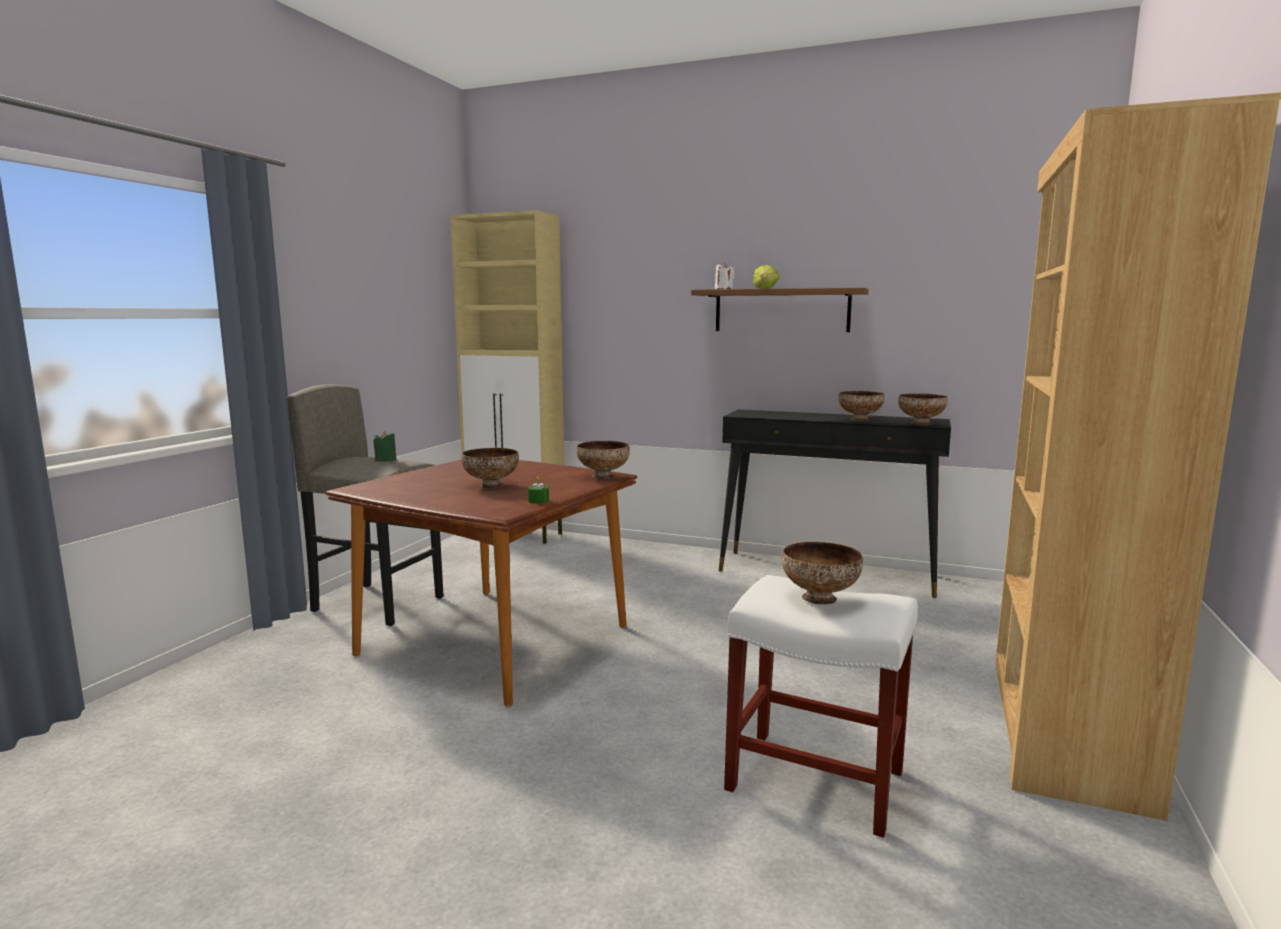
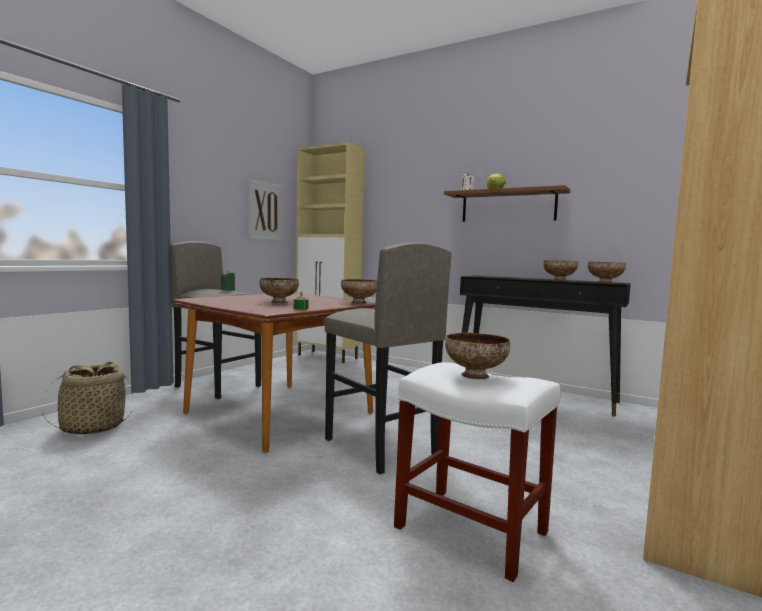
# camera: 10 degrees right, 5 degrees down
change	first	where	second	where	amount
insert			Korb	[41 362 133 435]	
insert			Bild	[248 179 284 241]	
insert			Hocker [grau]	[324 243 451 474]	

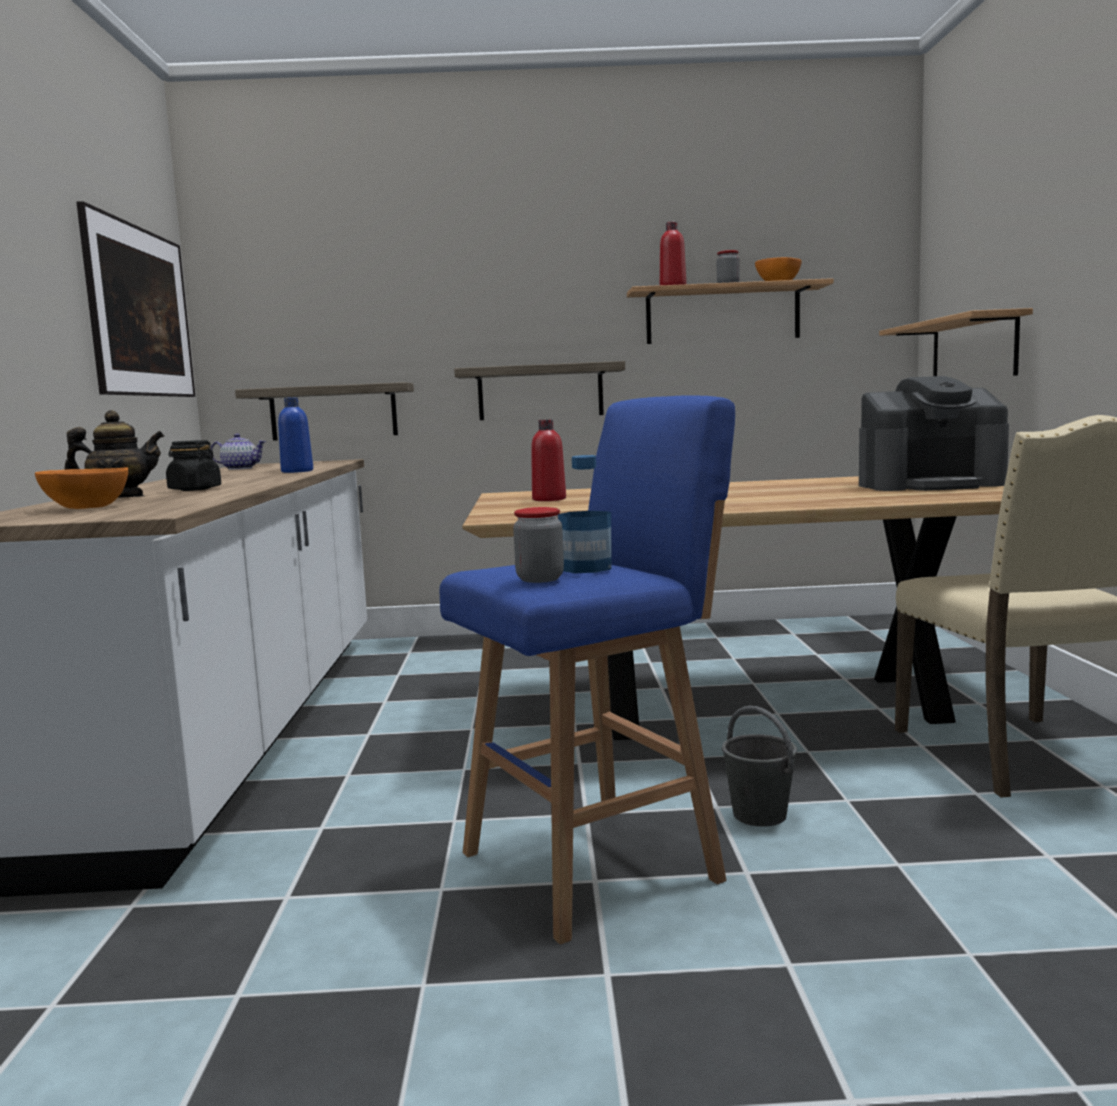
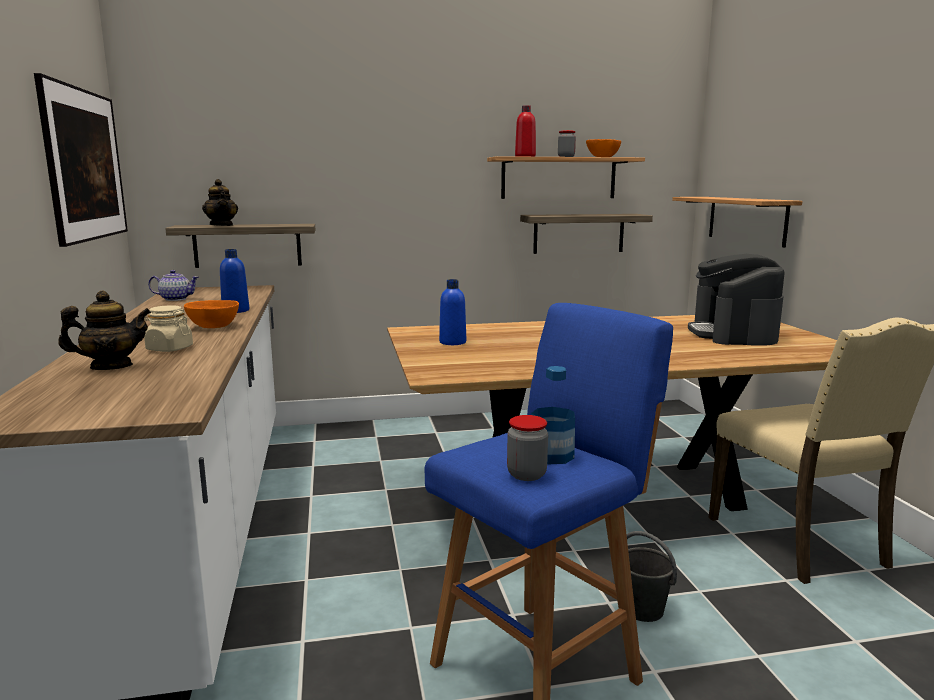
# camera: 10 degrees left, 5 degrees up
change	first	where	second	where	amount
move	Schüssel [orange]	[35 467 128 509]		[184 300 239 328]	
recolor	Vorratsglas [schwarz]	[166 440 221 491]	Vorratsglas [beige]	[144 305 193 352]	
move	Wandregal	[454 361 625 420]		[520 214 653 254]	
recolor	Flasche [rot]	[531 419 566 501]	Flasche [blau]	[439 279 466 345]	
rotate	Kaffeemaschine	[859 376 1009 491]		[688 254 785 346]	105 degrees clockwise
insert			Teekanne	[202 179 238 226]	

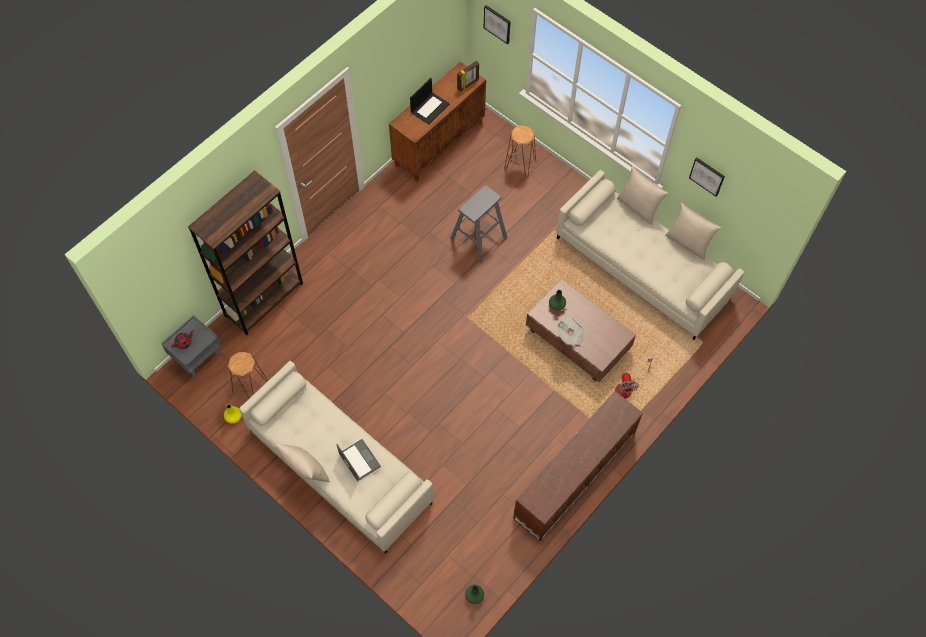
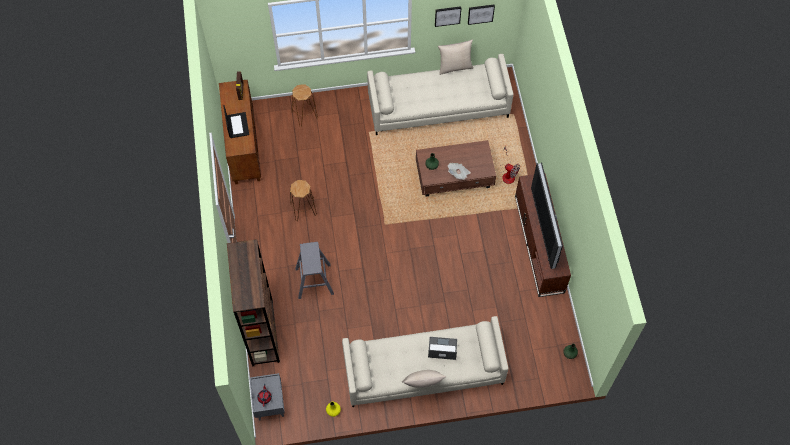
# camera: 50 degrees left, 0 degrees up
change	first	where	second	where	amount
move	Hocker [braun]	[228 352 268 399]		[290 180 317 221]	
move	Hocker [grau]	[450 185 507 263]		[295 242 334 299]	
move	Bild	[484 5 511 44]		[468 5 495 25]	
delete	Kissen [beige]	[617 166 668 225]			
insert			Fernseher	[531 162 563 269]	

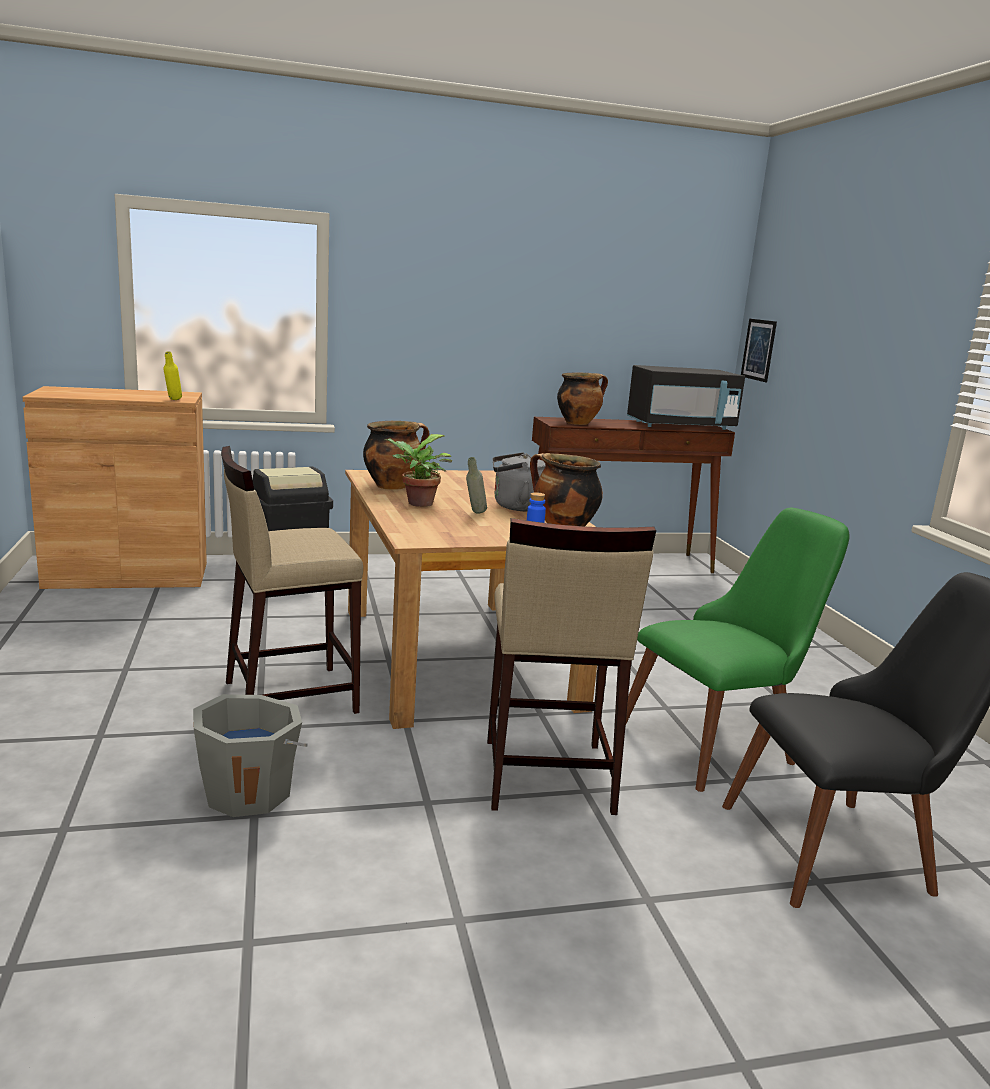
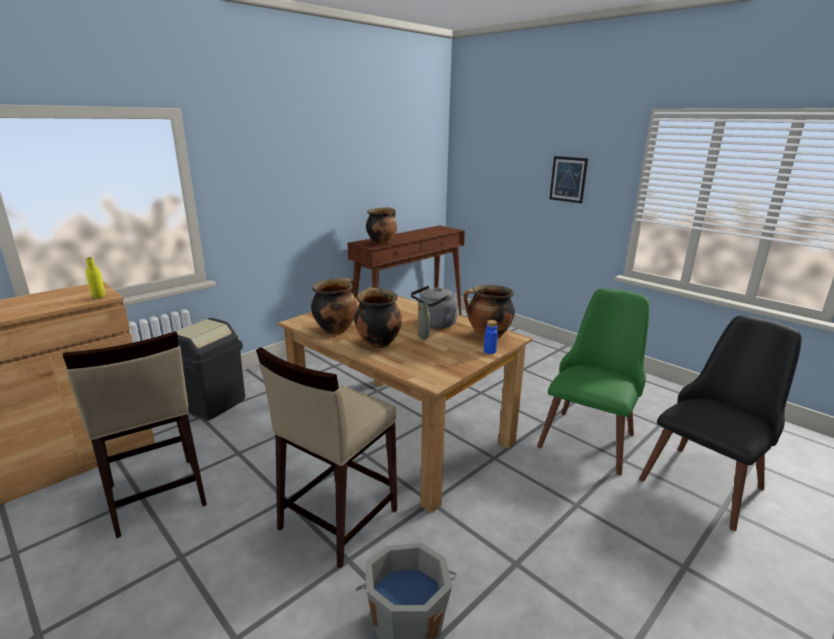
# camera: 30 degrees left, 5 degrees up
change	first	where	second	where	amount
replace	Topfpflanze	[384 434 452 507]	Kochtopf	[354 288 402 348]	
move	Hocker [beige]	[487 518 656 815]		[63 331 207 538]	
delete	Mikrowelle [schwarz]	[627 365 745 430]			
move	Bild	[741 319 777 382]		[549 156 588 204]	

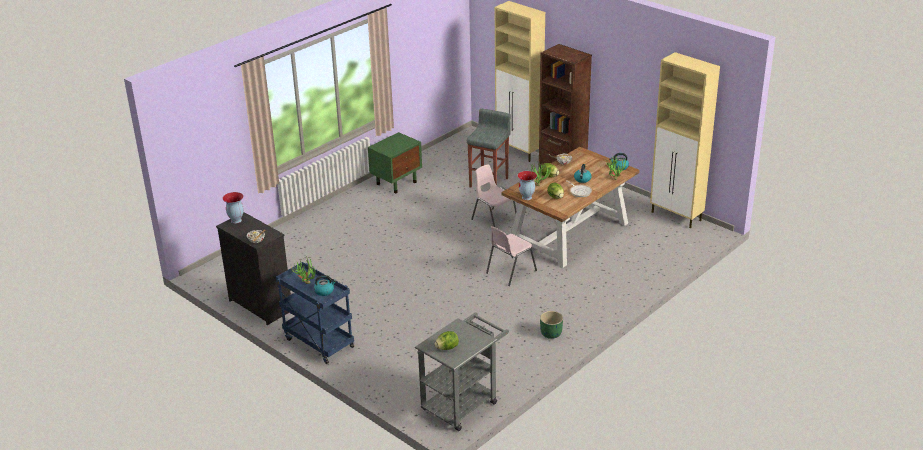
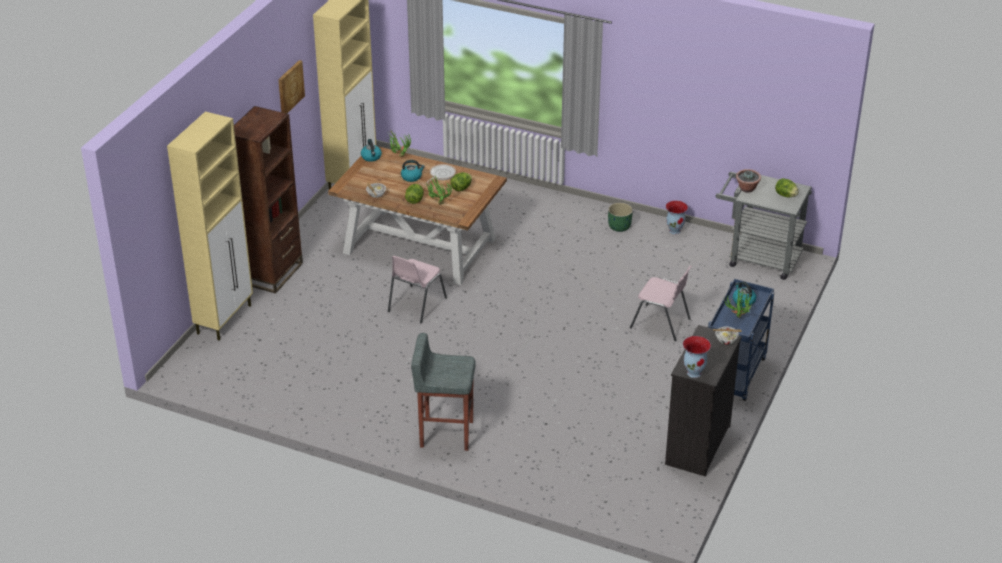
# camera: 110 degrees left, 5 degrees up
change	first	where	second	where	amount
delete	Nachttisch [grün]	[368 132 422 193]			
move	Hocker [grau]	[467 109 511 188]		[411 333 476 451]	
move	Stuhl [rosa]	[486 226 537 286]		[630 266 692 341]	
move	Vase	[517 171 537 200]		[666 201 688 234]	
insert			Bild	[278 60 305 114]	
insert			Topfpflanze	[736 169 761 193]	

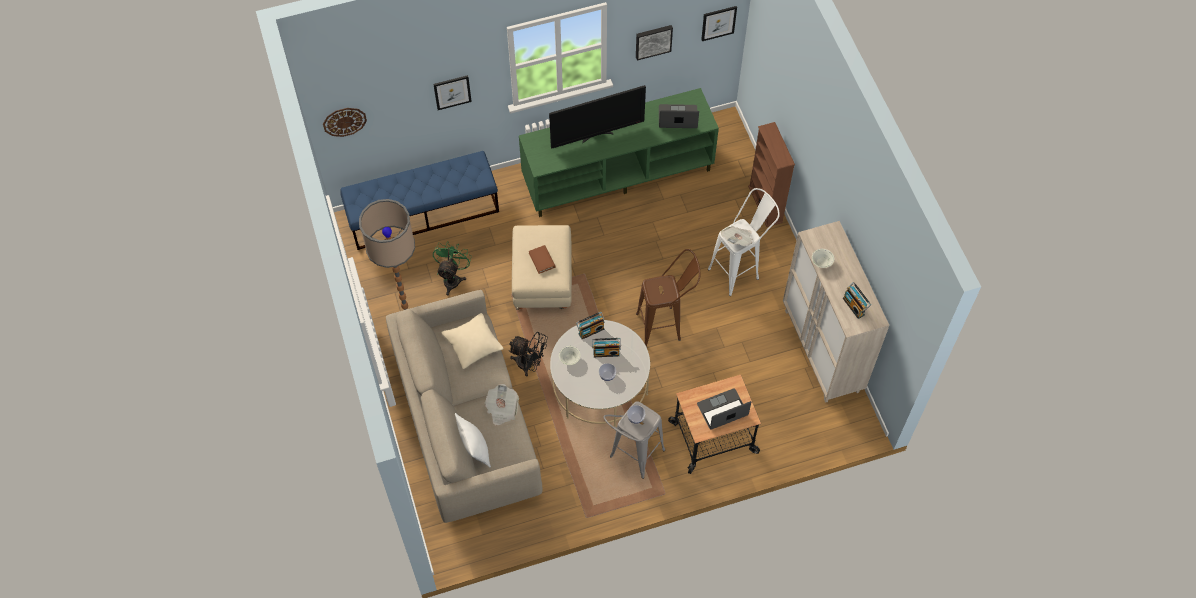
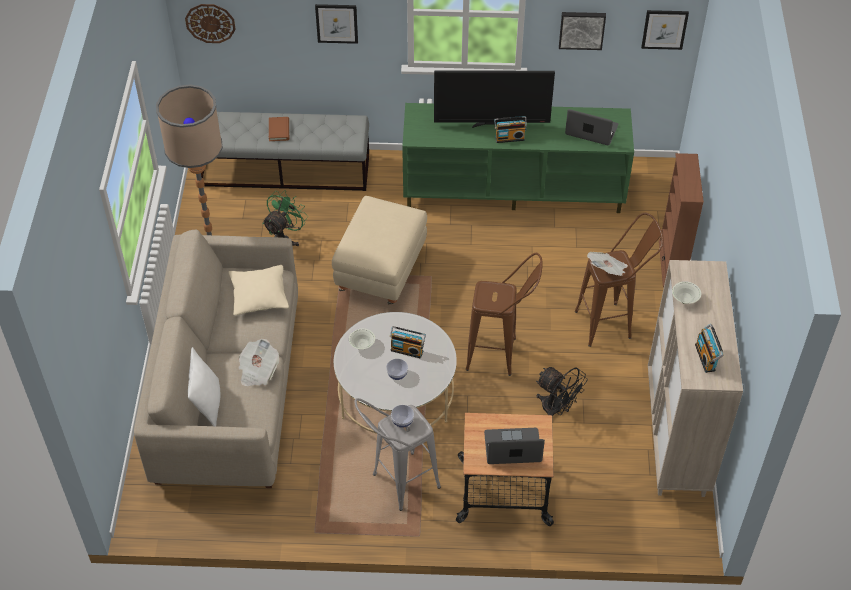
# camera: 20 degrees right, 10 degrees down
change	first	where	second	where	amount
recolor	Bank [blau]	[340 151 499 250]	Bank [grau]	[201 112 369 191]	
move	Ventilator [schwarz]	[509 332 548 377]		[536 367 588 416]	
move	Buch [braun]	[529 245 556 274]		[269 117 289 141]	
move	Radio	[576 312 605 339]		[494 116 527 143]	
recolor	Hocker [weiß]	[708 188 780 296]	Hocker [braun]	[575 213 664 347]	

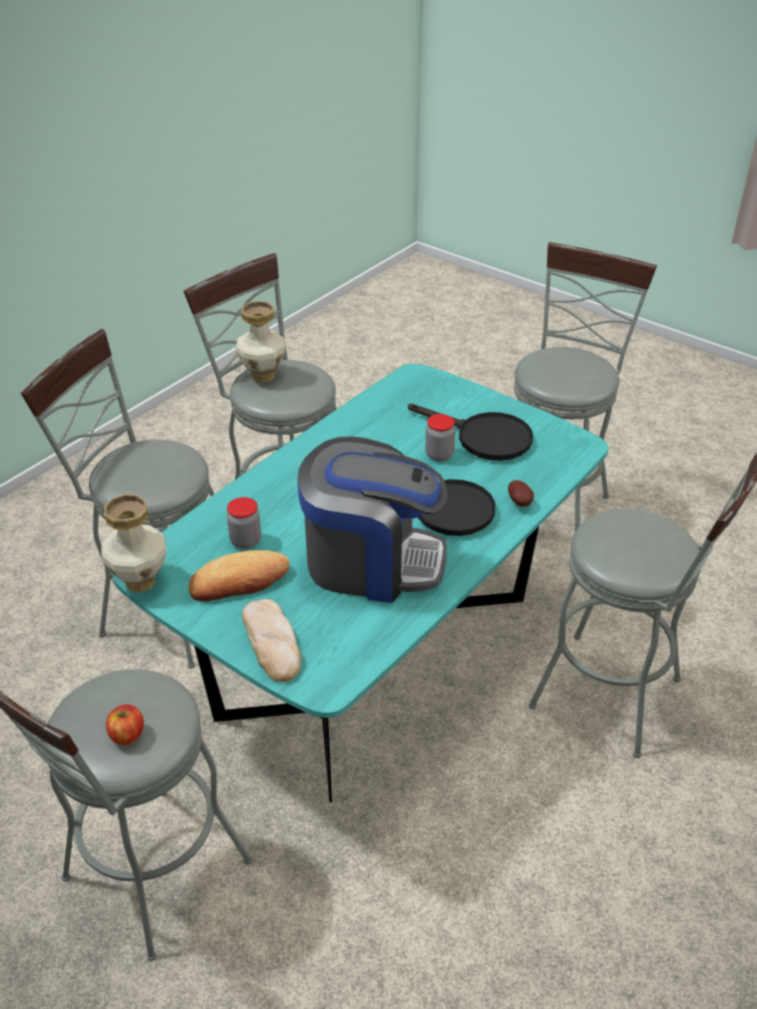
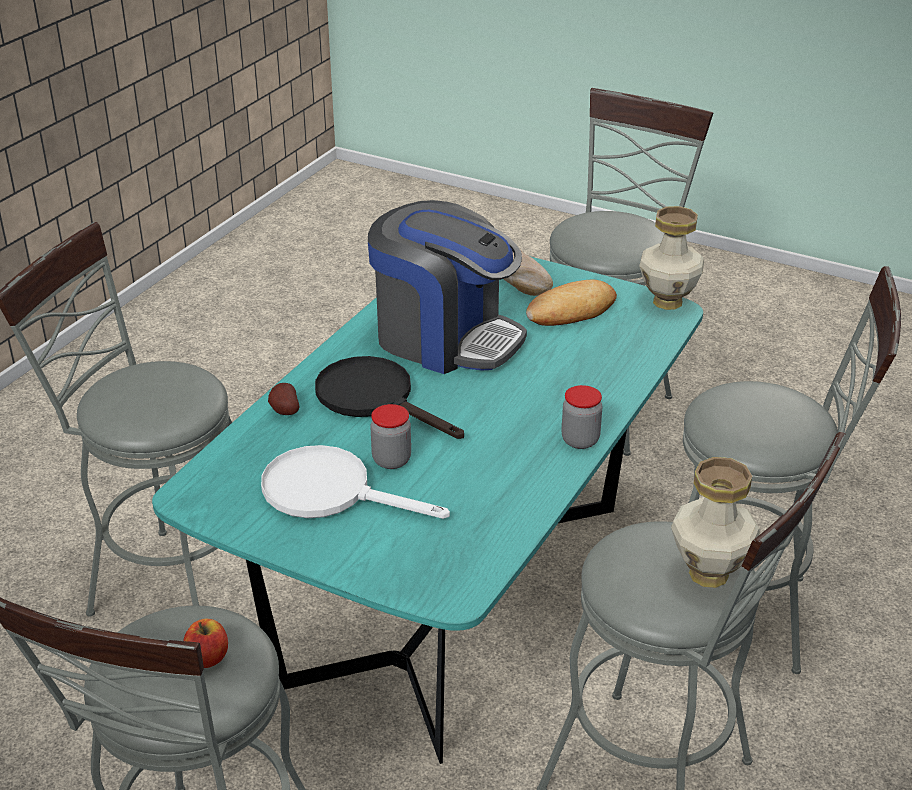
# camera: 170 degrees right, 5 degrees down
change	first	where	second	where	amount
move	Apfel	[106 704 144 745]		[183 619 228 668]	
move	Vorratsglas	[227 497 261 549]		[562 385 602 449]	
rotate	Kaffeemaschine	[297 437 447 603]		[368 200 527 374]	150 degrees counterclockwise
recolor	Pfanne [schwarz]	[408 404 533 461]	Pfanne [weiß]	[261 445 450 519]	

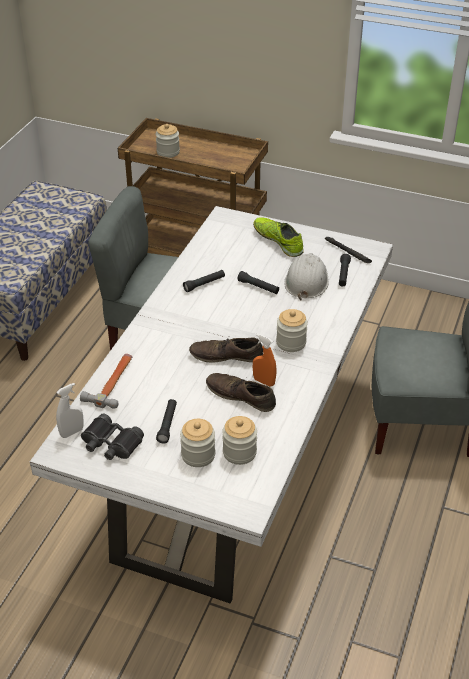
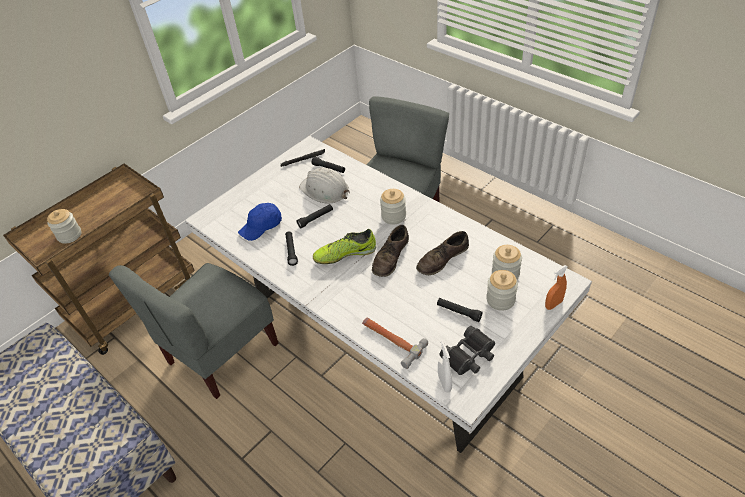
# camera: 65 degrees left, 5 degrees up
change	first	where	second	where	amount
move	Schuh	[253 218 304 257]		[313 229 376 264]	
move	Sprühflasche [orange]	[253 333 276 387]		[545 265 568 310]	
insert			Kappe [blau]	[238 203 282 241]	

